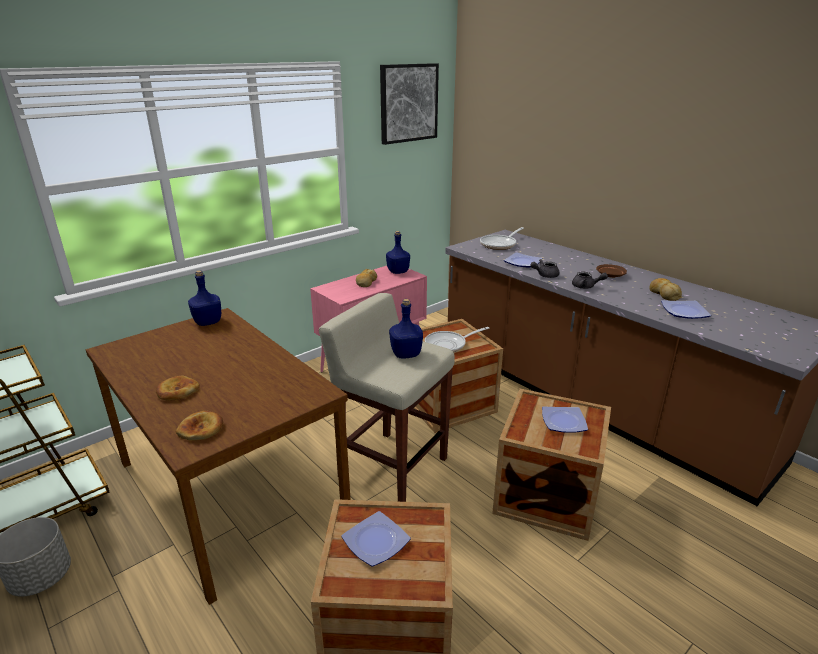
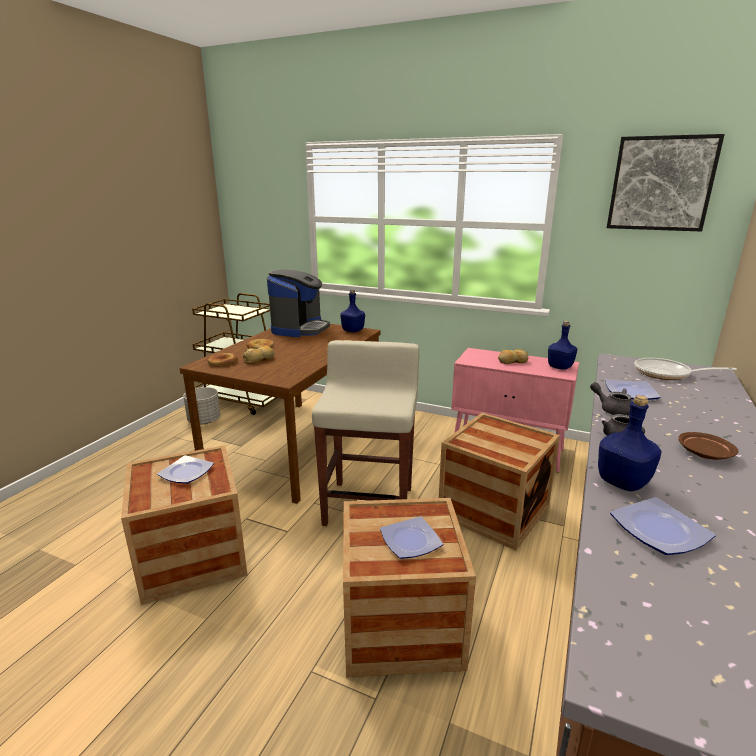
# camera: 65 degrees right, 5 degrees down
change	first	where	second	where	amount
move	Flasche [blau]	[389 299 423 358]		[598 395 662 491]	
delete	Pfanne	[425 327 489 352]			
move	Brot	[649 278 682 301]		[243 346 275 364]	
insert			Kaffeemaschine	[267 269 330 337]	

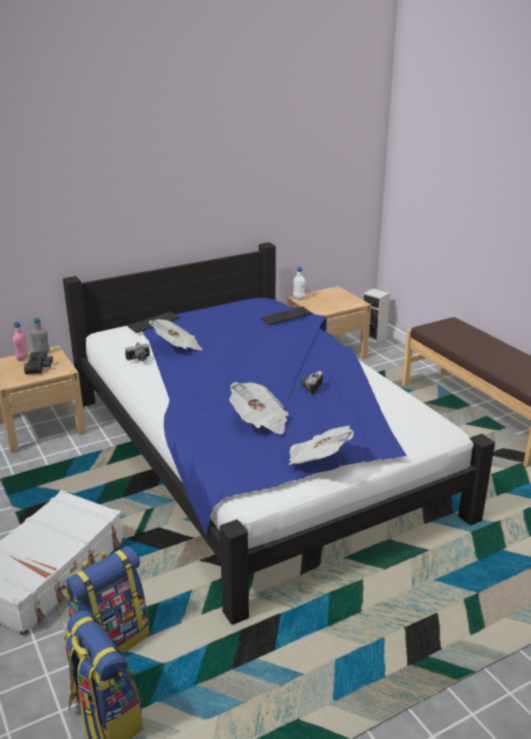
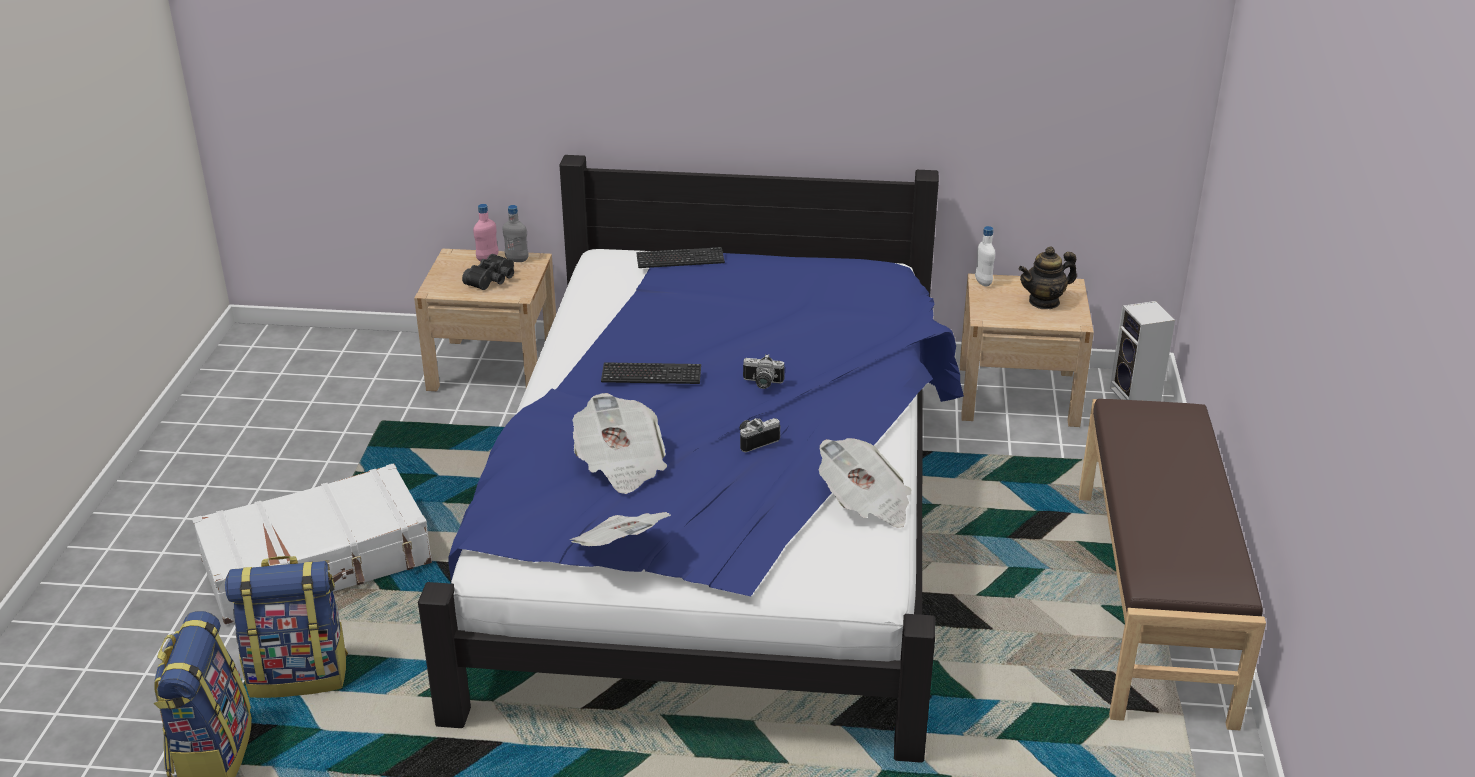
# camera: 35 degrees right, 5 degrees up
change	first	where	second	where	amount
move	Kamera	[125 342 150 361]		[743 355 785 389]	
move	Zeitung	[149 319 202 350]		[819 438 911 528]	
move	Tastatur	[261 306 312 325]		[601 362 701 384]	
insert			Teekanne	[1019 246 1077 309]	

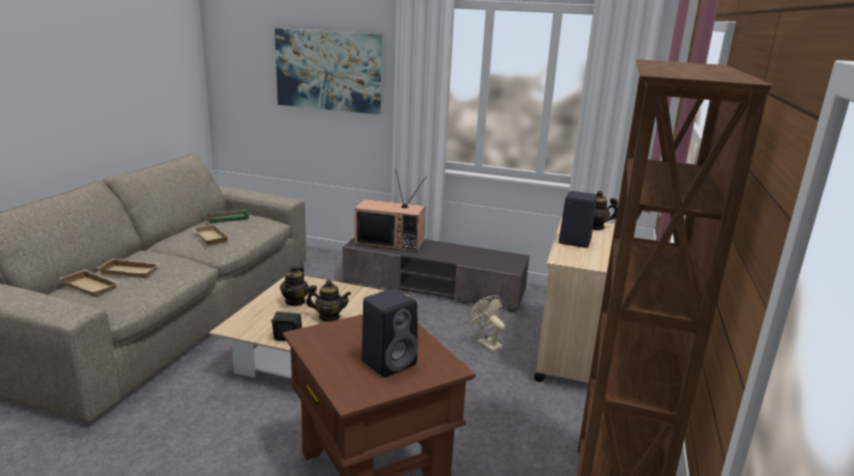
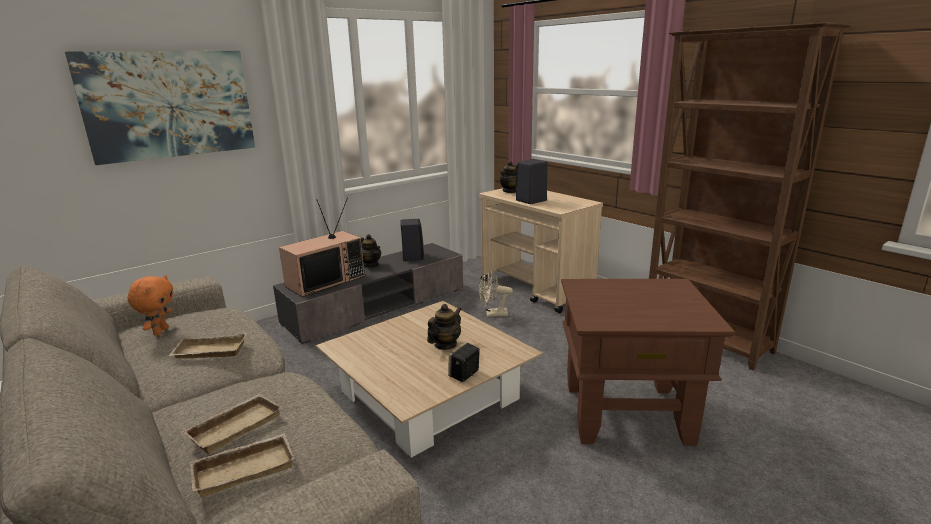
# camera: 55 degrees left, 0 degrees up
change	first	where	second	where	amount
replace	Tablett [grün]	[204 210 250 224]	Plüschtier [orange]	[127 275 173 336]	
move	Teekanne	[280 265 309 306]		[361 234 381 267]	
move	Lautsprecher [schwarz]	[361 289 418 377]		[400 219 424 261]	

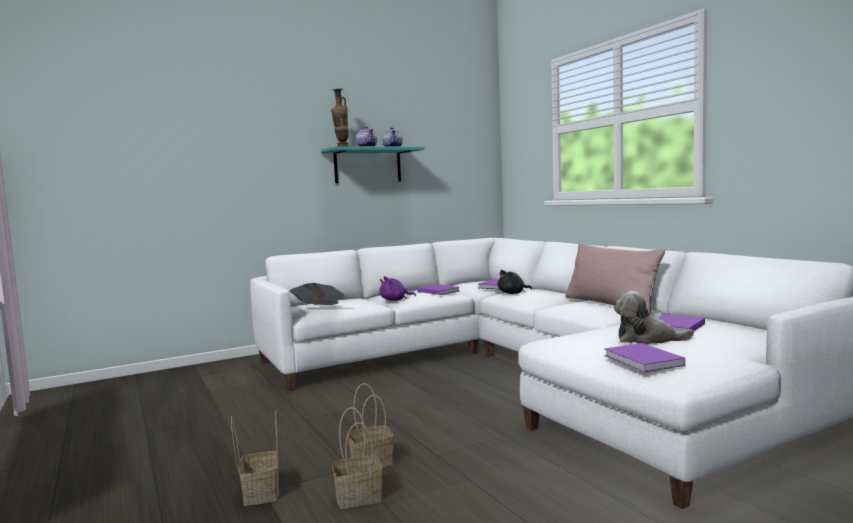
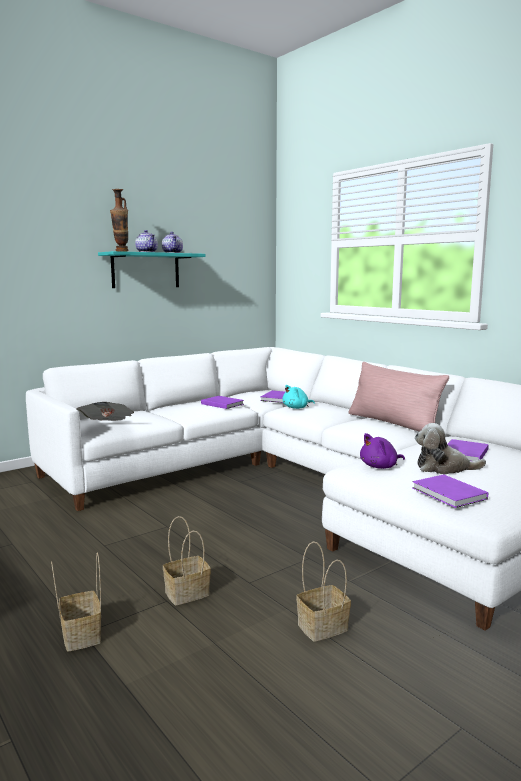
# camera: 10 degrees left, 5 degrees up
change	first	where	second	where	amount
move	Korb	[332 407 383 509]		[296 541 351 642]	
move	Plüschtier [lila]	[379 276 416 301]		[360 433 405 469]	
recolor	Plüschtier [schwarz]	[498 270 532 294]	Plüschtier [türkis]	[282 385 315 409]	

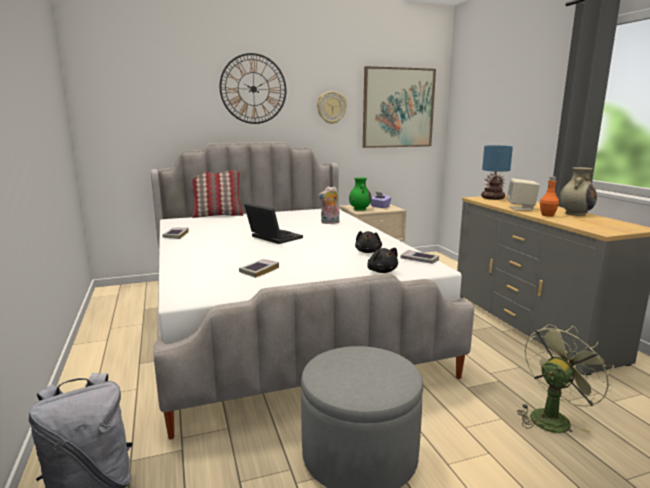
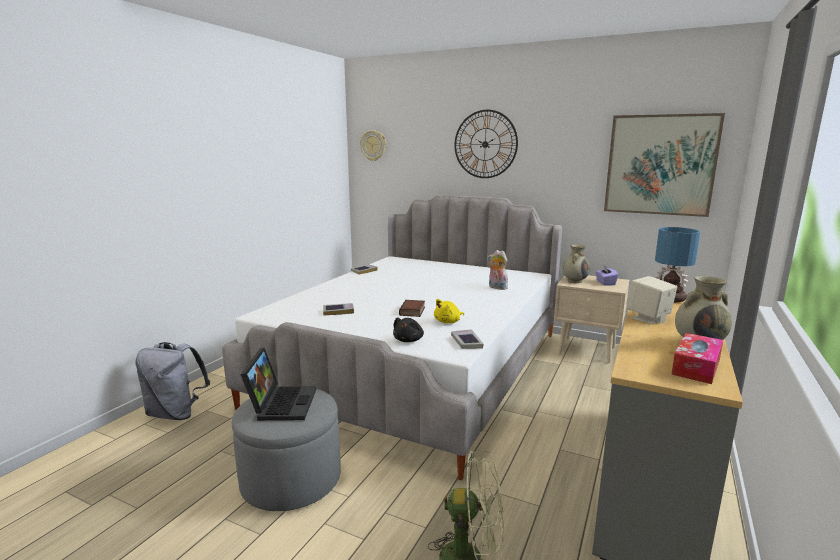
# camera: 45 degrees right, 0 degrees up
change	first	where	second	where	amount
delete	Kissen	[192 170 244 218]			
move	Laptop	[244 203 303 244]		[241 348 316 421]	
move	Wanduhr	[317 91 347 124]		[360 130 386 161]	
recolor	Vase [grün]	[349 177 372 211]	Vase [beige]	[563 245 590 283]	
recolor	Plüschtier [schwarz]	[355 231 382 253]	Plüschtier [gelb]	[434 299 464 323]	
delete	Flasche [orange]	[540 176 559 217]			
insert			Buch	[399 300 425 317]	
insert			Taschentuchbox	[672 333 723 384]	

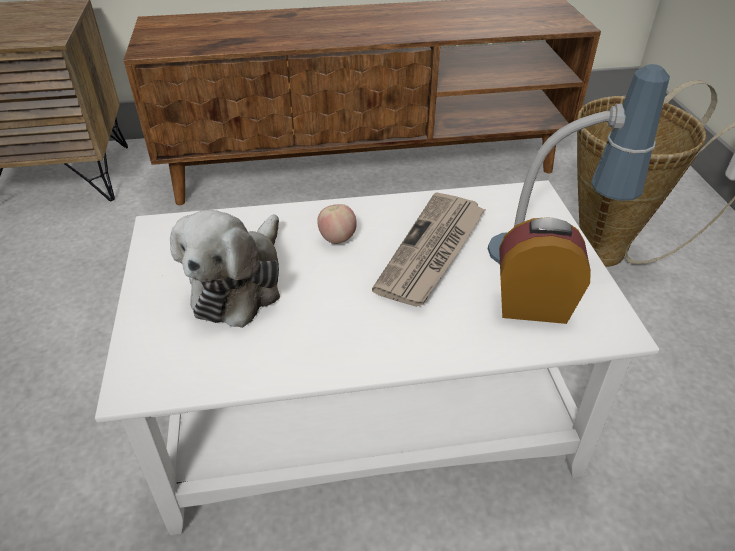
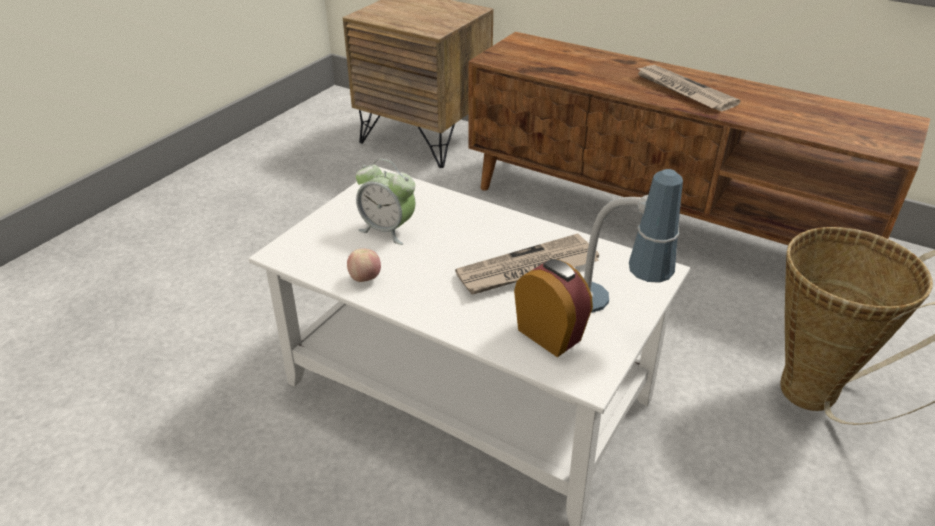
# camera: 40 degrees right, 5 degrees down
change	first	where	second	where	amount
replace	Plüschtier	[170 210 280 328]	Wecker	[356 159 415 245]	
move	Apfel	[317 204 357 244]		[347 249 381 282]	
insert			Zeitung	[635 65 740 111]	

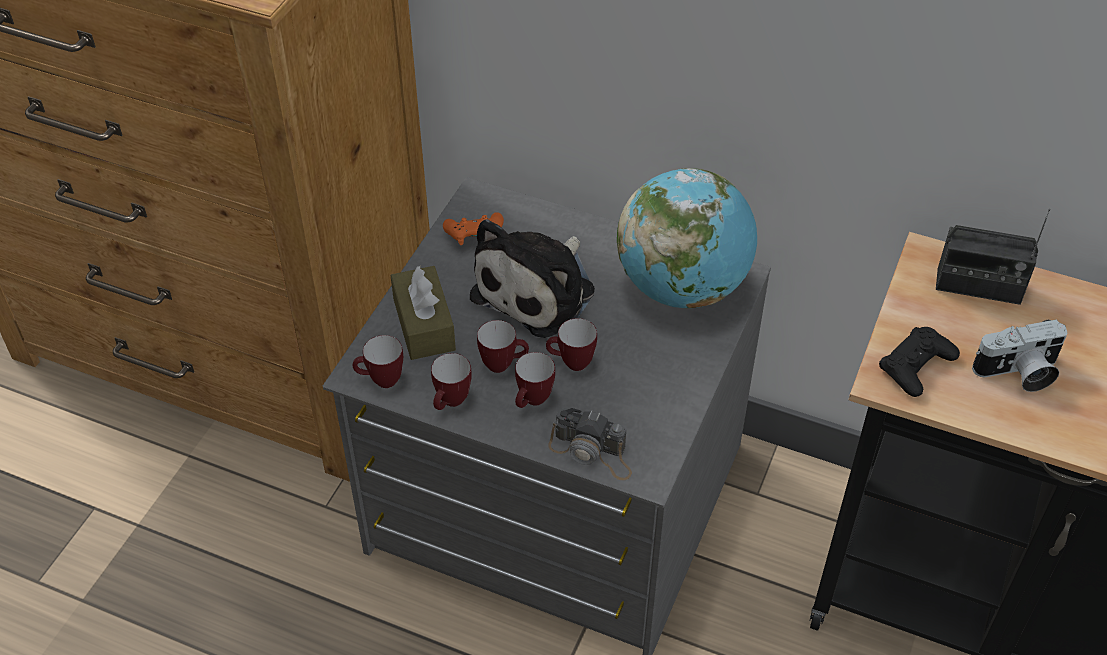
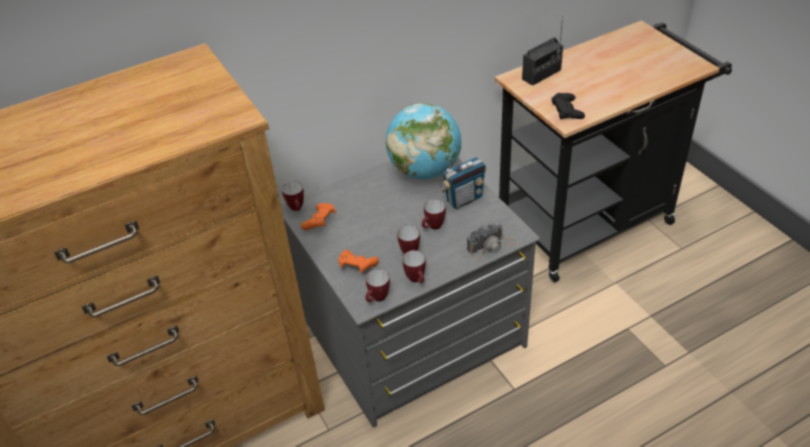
# camera: 50 degrees left, 5 degrees down
change	first	where	second	where	amount
replace	Taschentuchbox [braun]	[390 266 456 360]	Gamepad [orange]	[338 250 379 273]	
delete	Plüschtier	[470 219 595 338]			
move	Henkelbecher	[515 352 555 408]		[282 181 304 211]	
delete	Kamera	[972 319 1067 392]			
insert			Radio	[440 153 486 209]	

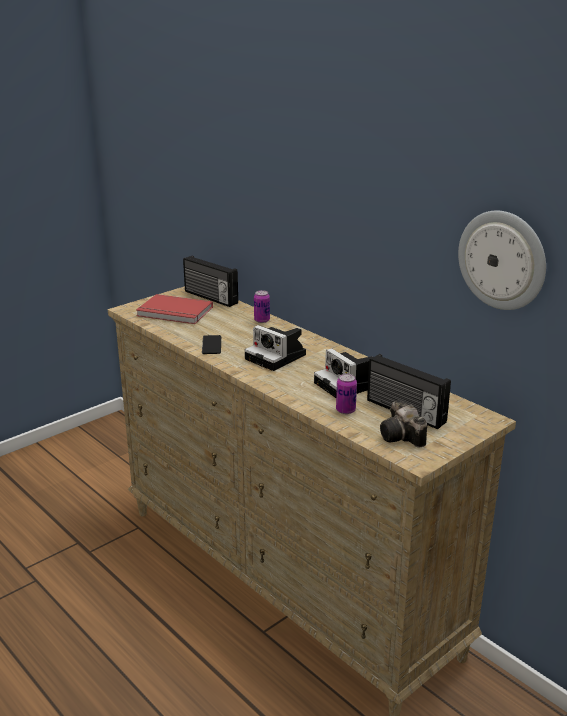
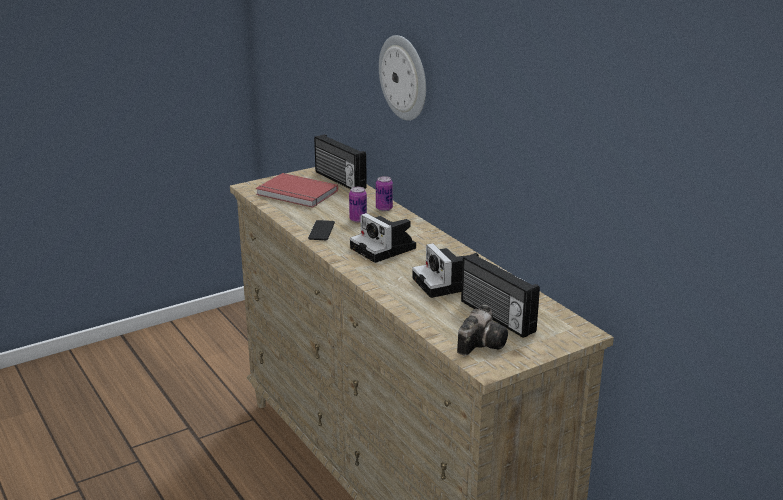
# camera: 10 degrees right, 0 degrees up
change	first	where	second	where	amount
move	Dose	[336 374 357 414]		[349 187 367 222]	
rotate	Kamera	[380 400 427 448]		[457 304 508 355]	135 degrees counterclockwise
move	Wanduhr	[458 210 546 310]		[379 35 426 121]	

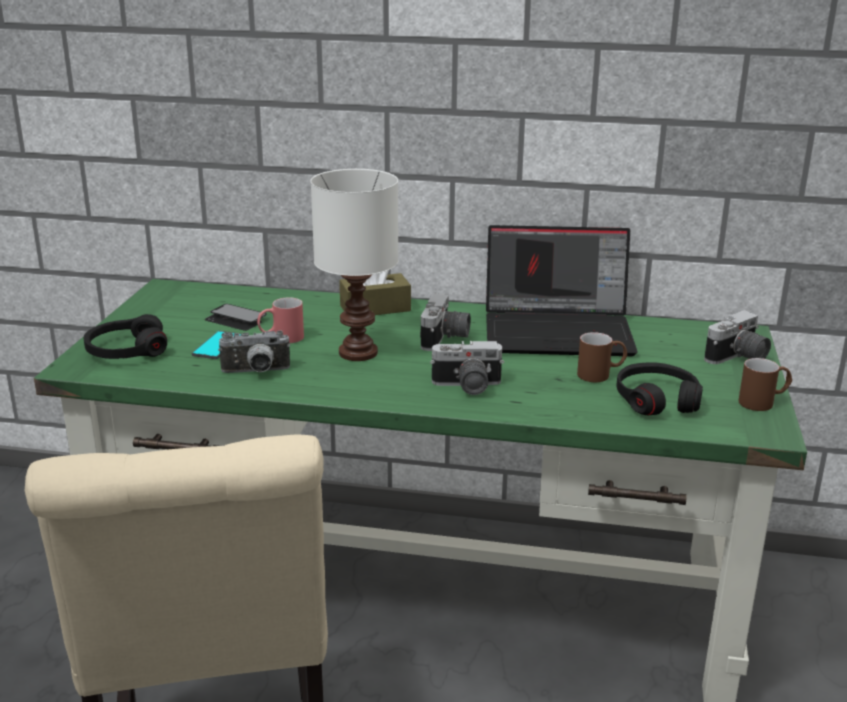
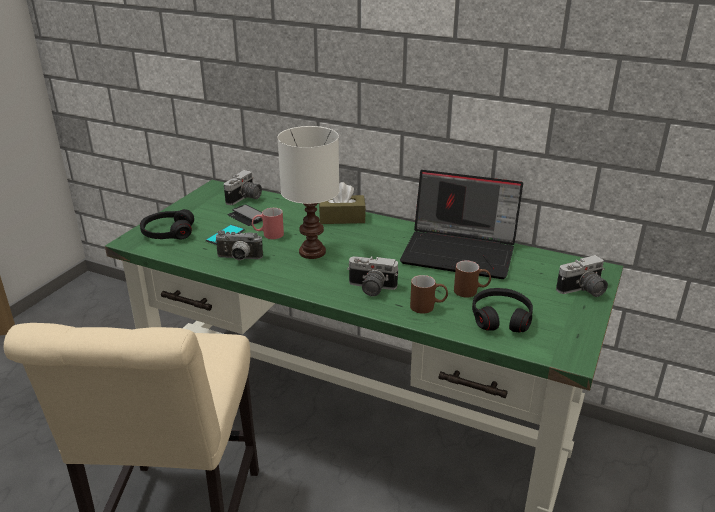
# camera: 15 degrees right, 5 degrees up
change	first	where	second	where	amount
move	Kamera	[420 293 471 351]		[224 170 262 205]	
move	Henkelbecher [braun]	[738 358 792 411]		[410 275 448 314]	

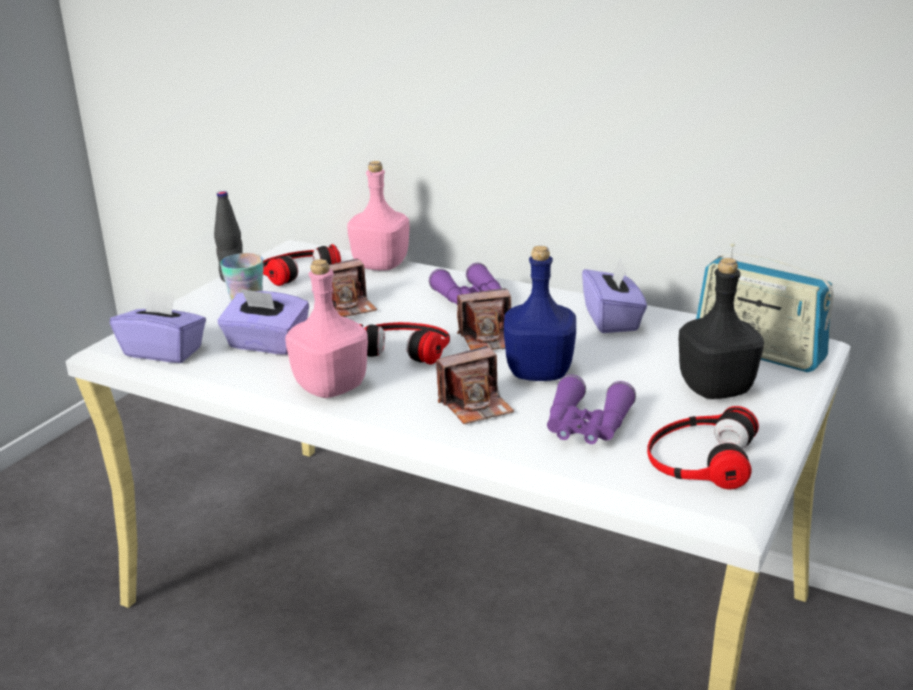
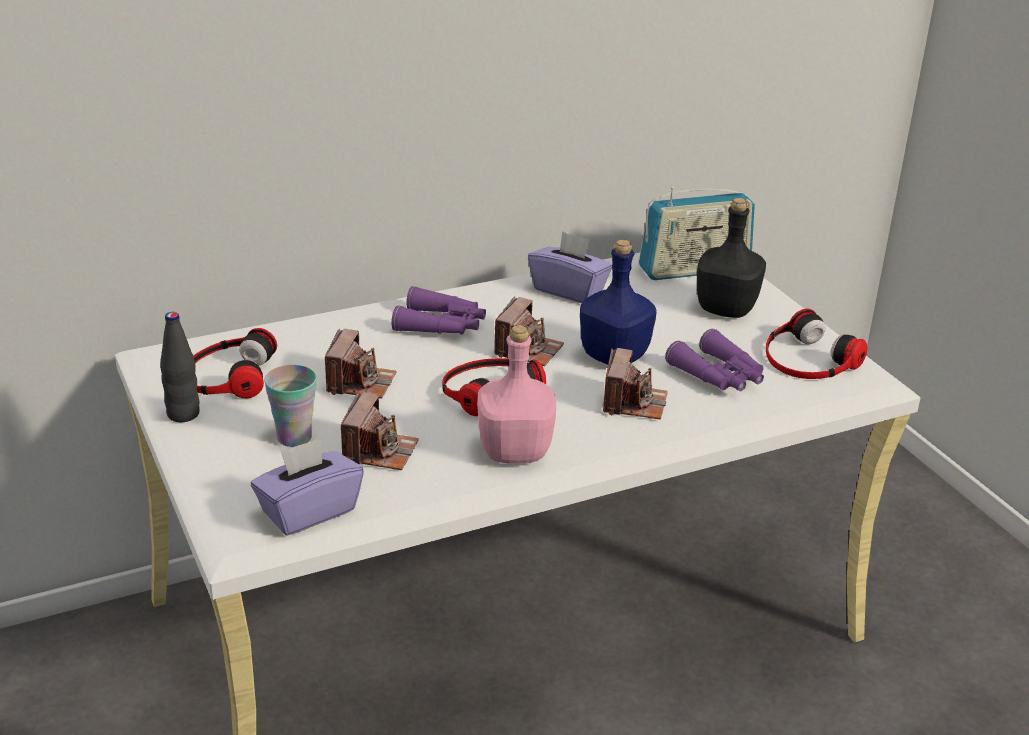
# camera: 55 degrees left, 5 degrees up
change	first	where	second	where	amount
replace	Taschentuchbox [lila]	[218 289 309 355]	Kamera	[341 392 419 470]	
delete	Flasche [rosa]	[347 161 410 270]			

